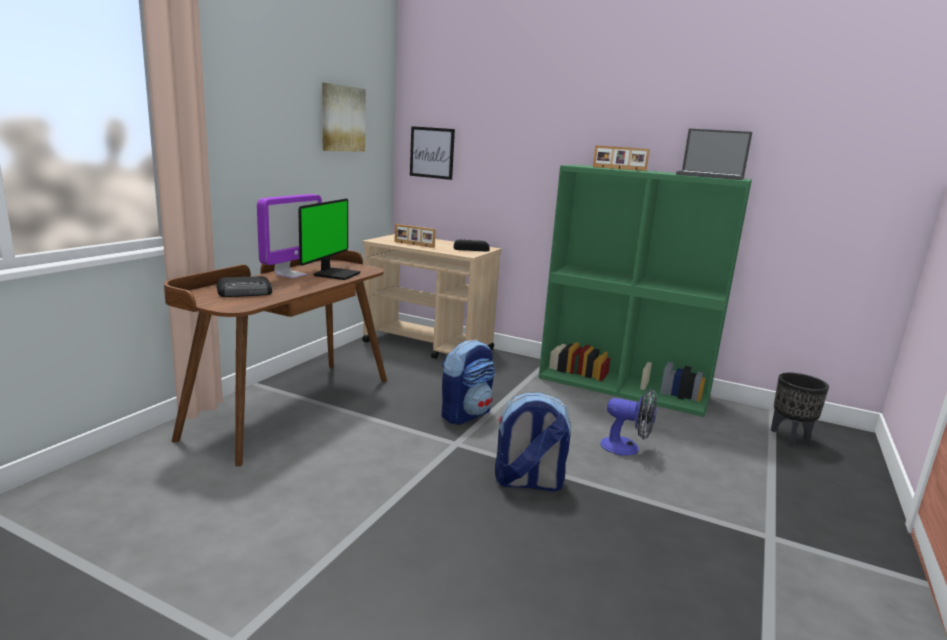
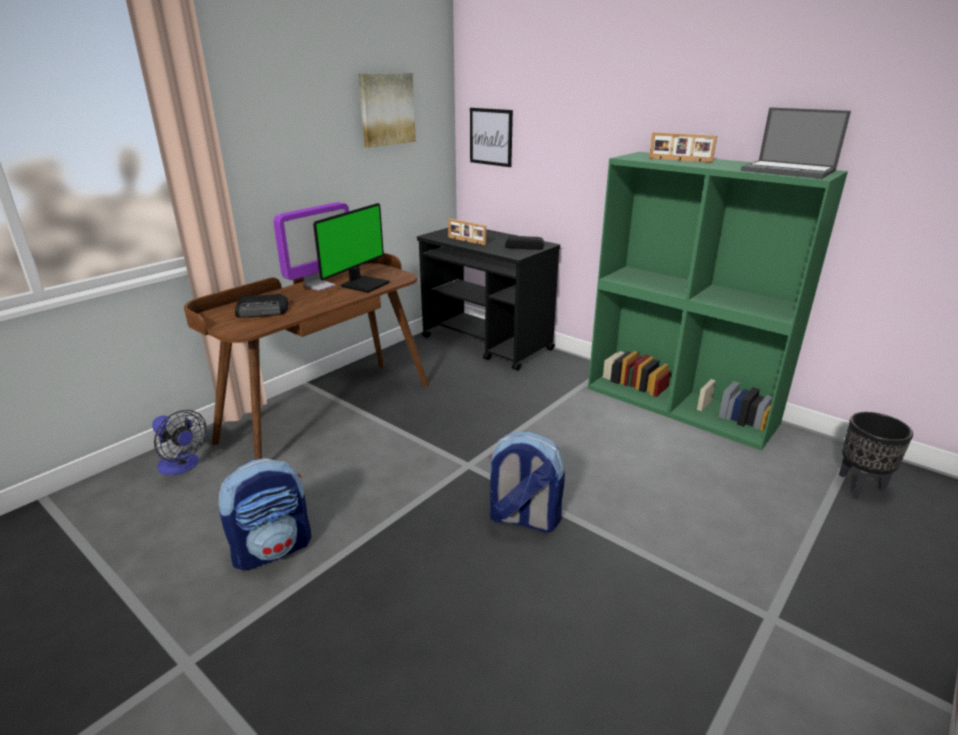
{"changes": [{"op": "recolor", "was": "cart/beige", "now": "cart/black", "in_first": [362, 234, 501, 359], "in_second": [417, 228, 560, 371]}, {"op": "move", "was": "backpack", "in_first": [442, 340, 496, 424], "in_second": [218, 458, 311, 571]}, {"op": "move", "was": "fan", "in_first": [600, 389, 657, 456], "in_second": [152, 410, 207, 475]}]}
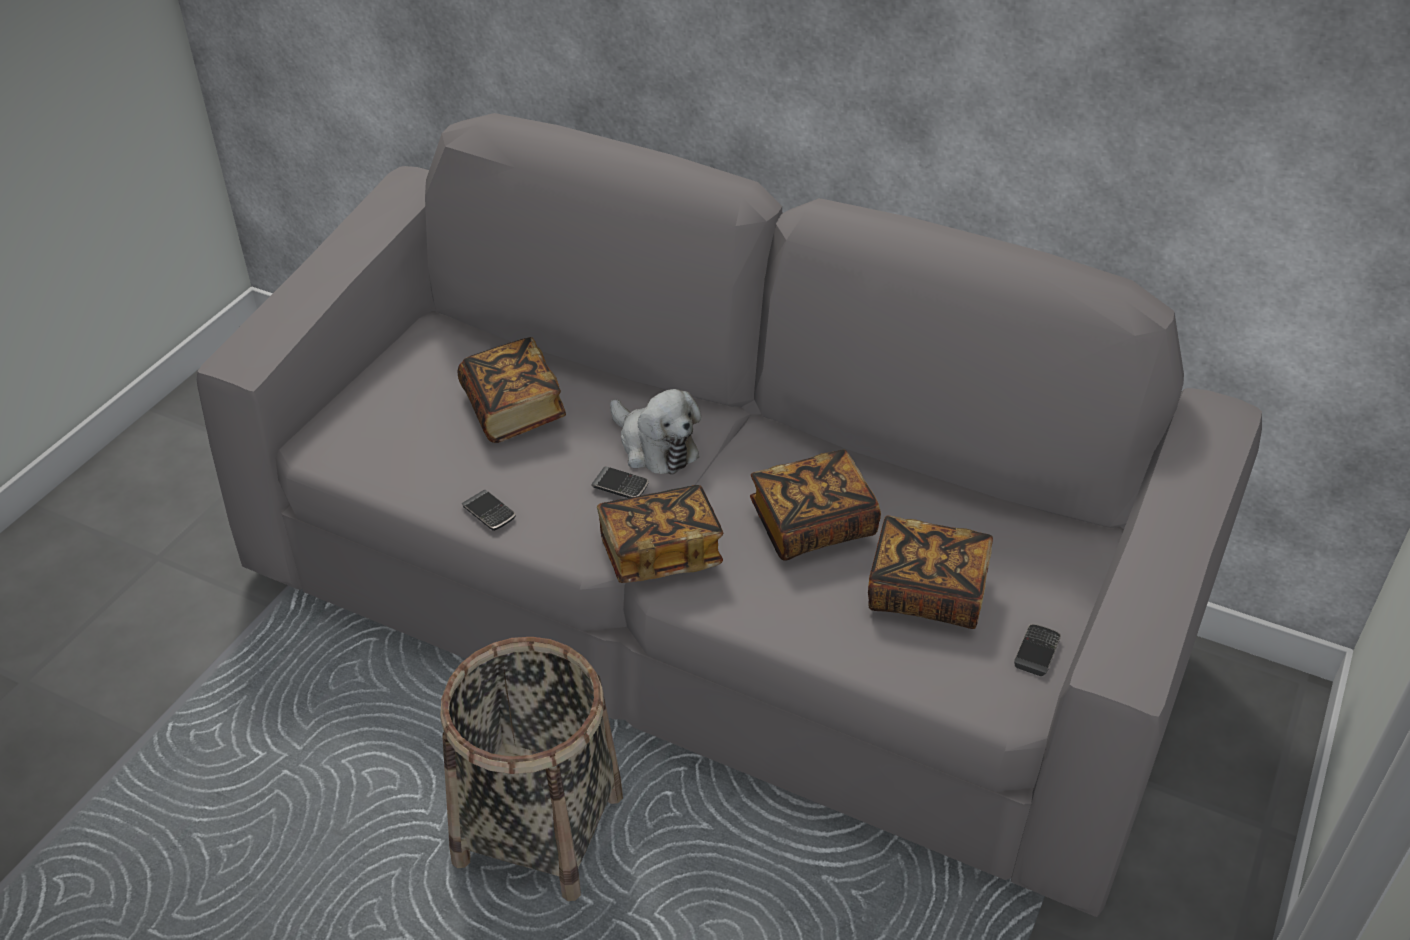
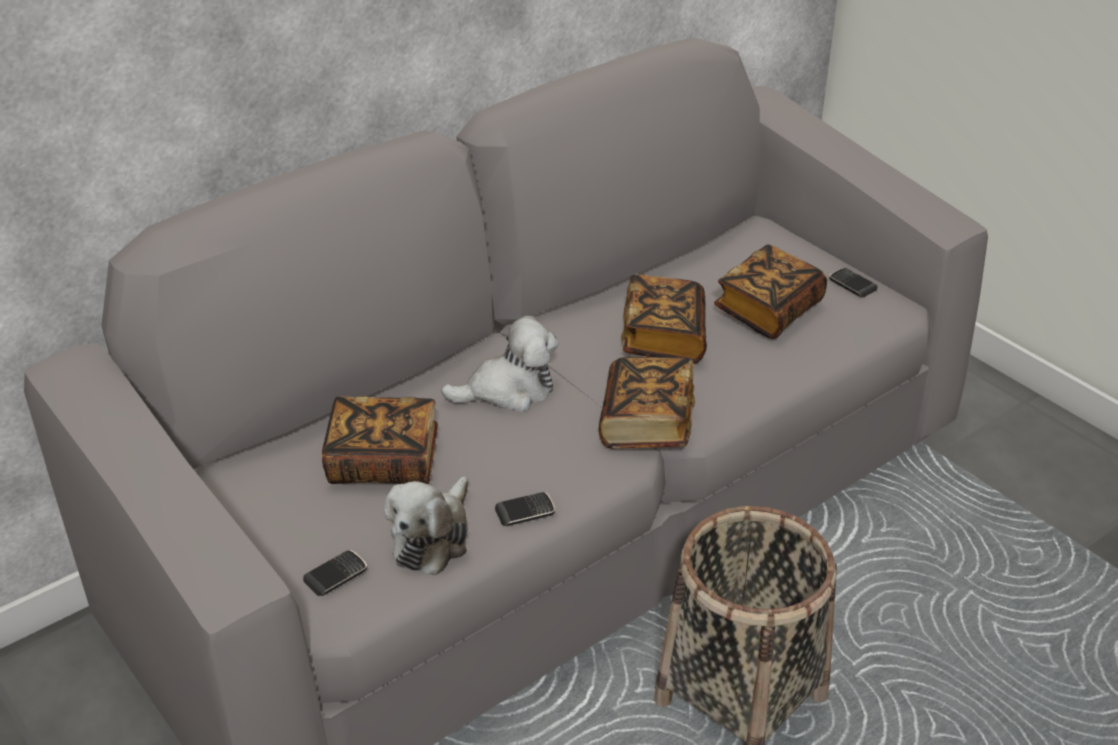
{"changes": [{"op": "move", "was": "phone", "in_first": [591, 466, 649, 498], "in_second": [303, 550, 367, 596]}, {"op": "insert", "now": "plush toy", "in_second": [384, 476, 469, 575]}]}
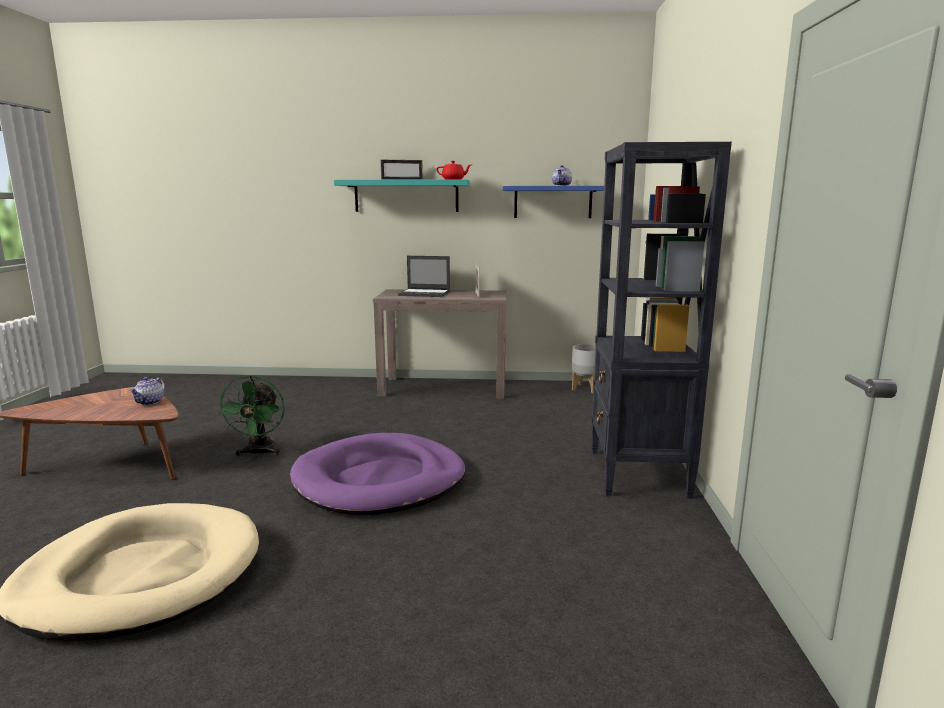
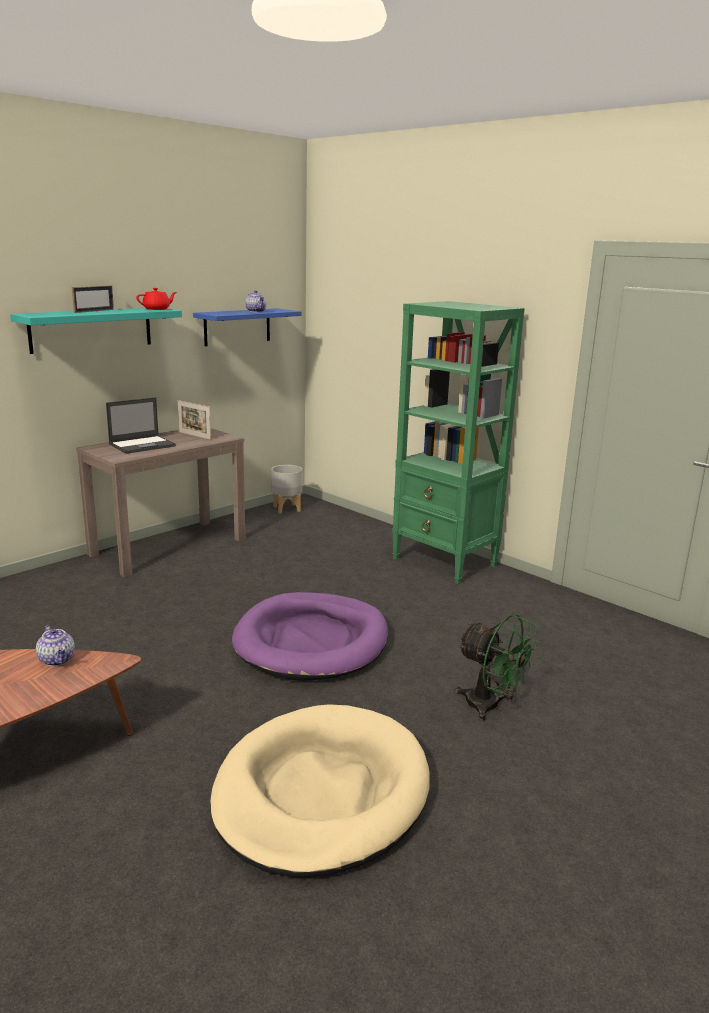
{"changes": [{"op": "recolor", "was": "bookcase/black", "now": "bookcase/green", "in_first": [591, 142, 732, 499], "in_second": [392, 301, 525, 584]}, {"op": "move", "was": "fan/green", "in_first": [216, 375, 285, 457], "in_second": [455, 614, 539, 721]}]}
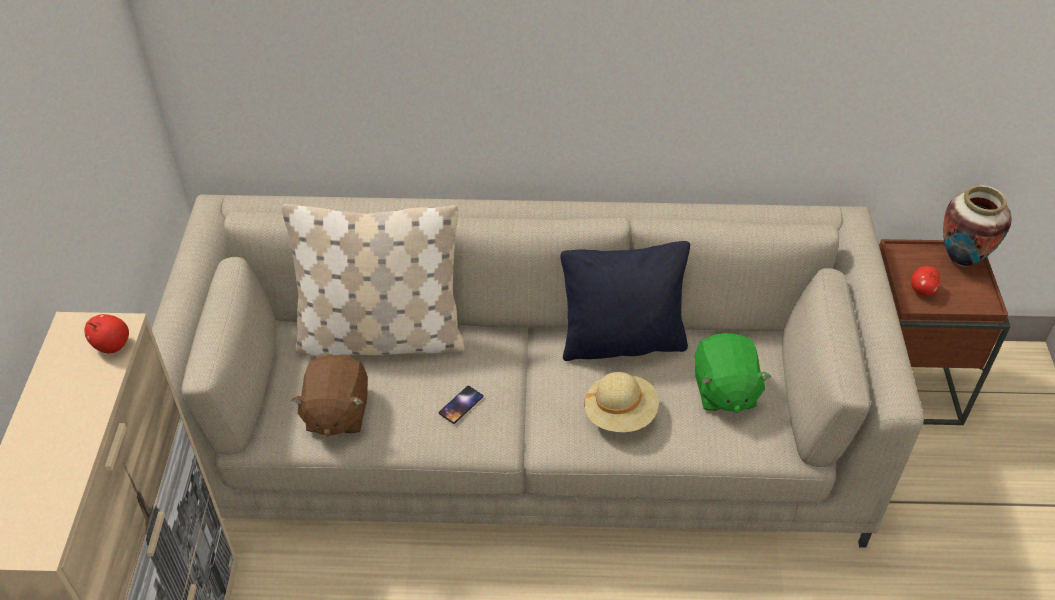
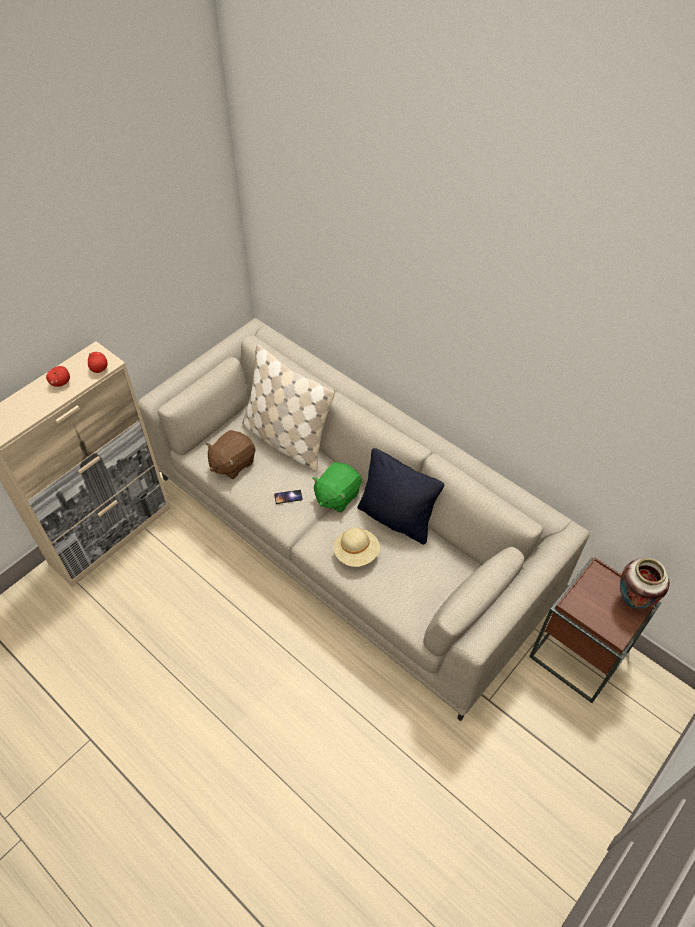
{"changes": [{"op": "move", "was": "apple", "in_first": [911, 266, 940, 296], "in_second": [46, 366, 70, 387]}, {"op": "move", "was": "plush toy/green", "in_first": [695, 333, 771, 413], "in_second": [312, 462, 362, 513]}]}
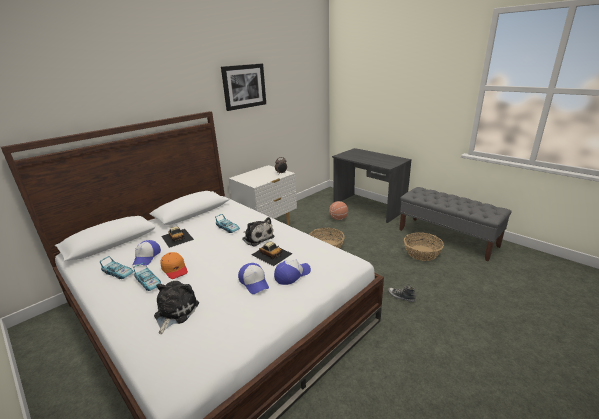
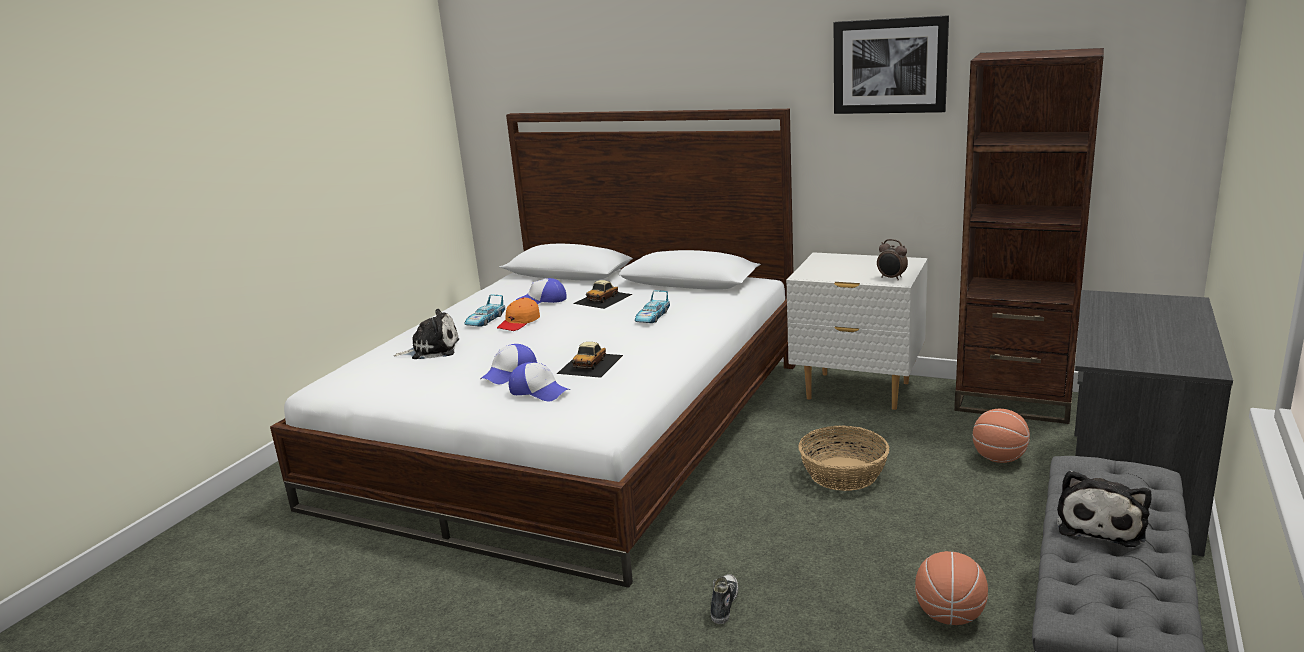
{"changes": [{"op": "move", "was": "plush toy", "in_first": [243, 217, 274, 246], "in_second": [1057, 470, 1152, 547]}, {"op": "replace", "was": "basket", "now": "basketball", "in_first": [404, 232, 444, 261], "in_second": [915, 551, 988, 625]}, {"op": "delete", "was": "toy car", "in_first": [100, 256, 134, 279]}, {"op": "insert", "now": "bookcase/brown", "in_second": [954, 48, 1104, 424]}]}
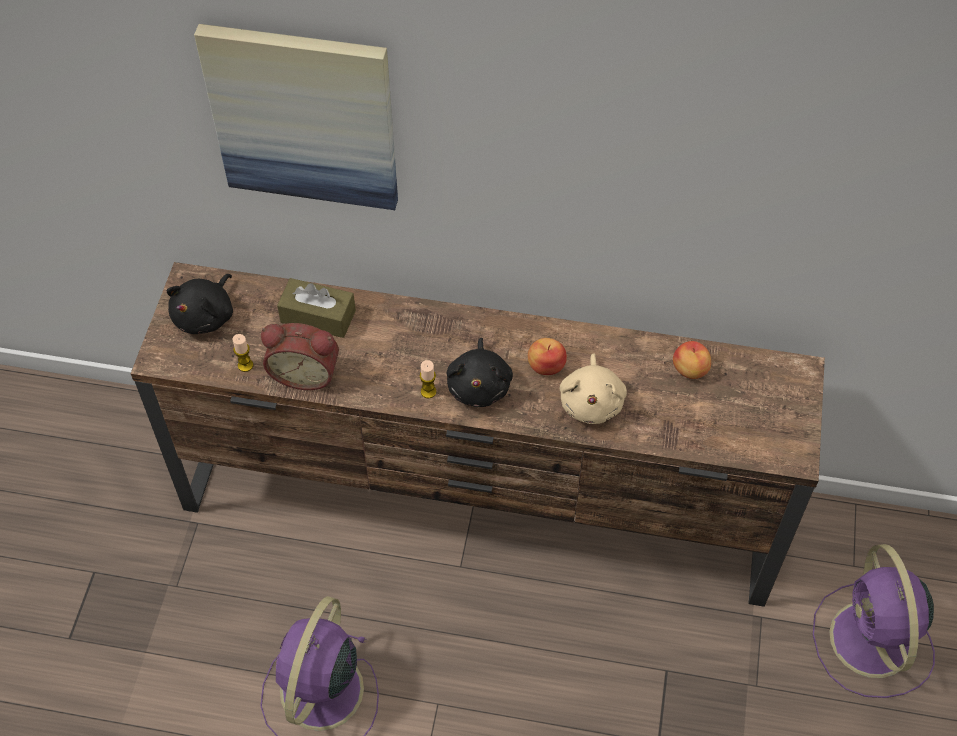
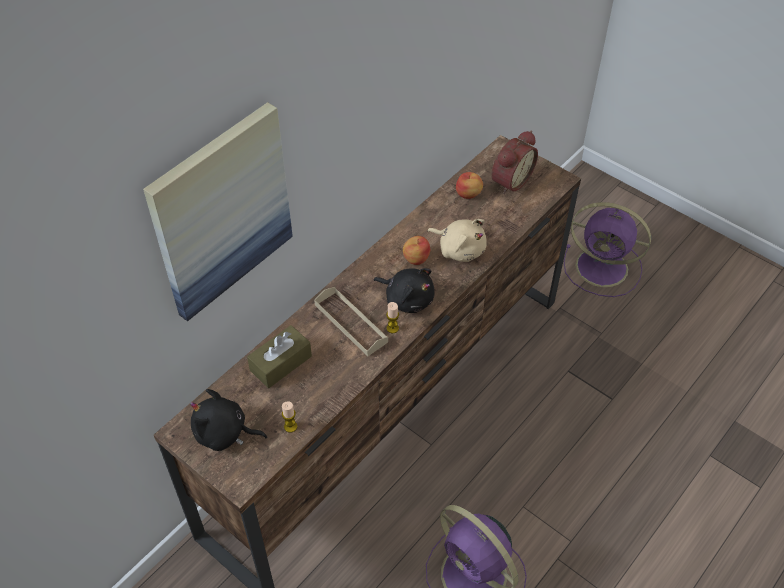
{"changes": [{"op": "rotate", "was": "plush toy/black", "in_first": [167, 274, 233, 334], "in_second": [190, 389, 267, 451], "clockwise": 135}, {"op": "move", "was": "alarm clock", "in_first": [261, 323, 339, 390], "in_second": [491, 131, 538, 194]}, {"op": "insert", "now": "tray/beige", "in_second": [314, 287, 388, 356]}]}
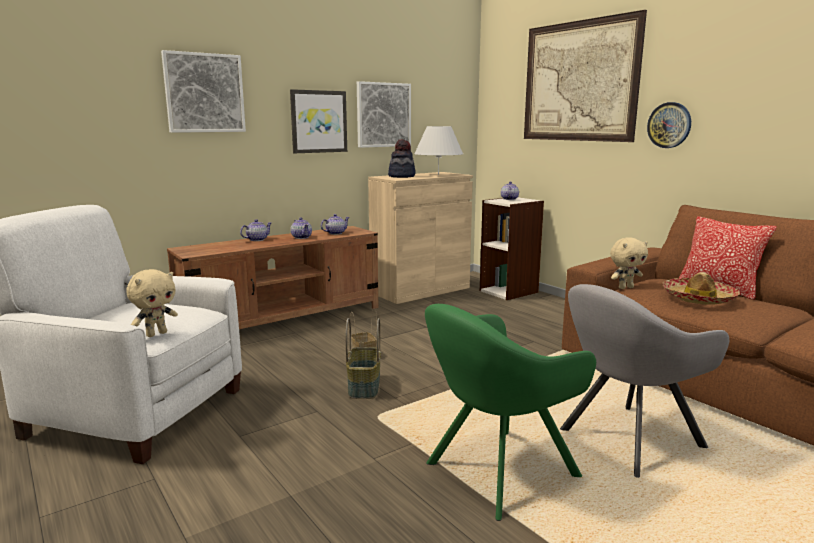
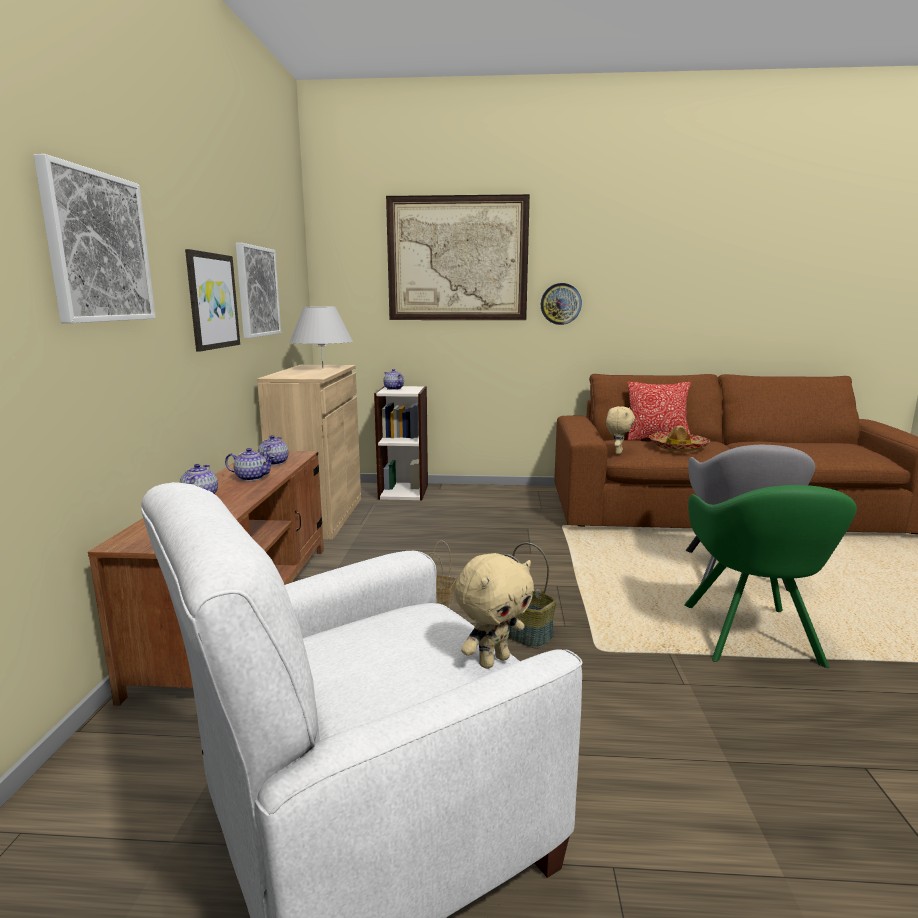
{"changes": [{"op": "delete", "was": "hat", "in_first": [388, 139, 415, 178]}, {"op": "rotate", "was": "plush toy/beige", "in_first": [126, 269, 178, 337], "in_second": [455, 553, 534, 669], "clockwise": 60}]}
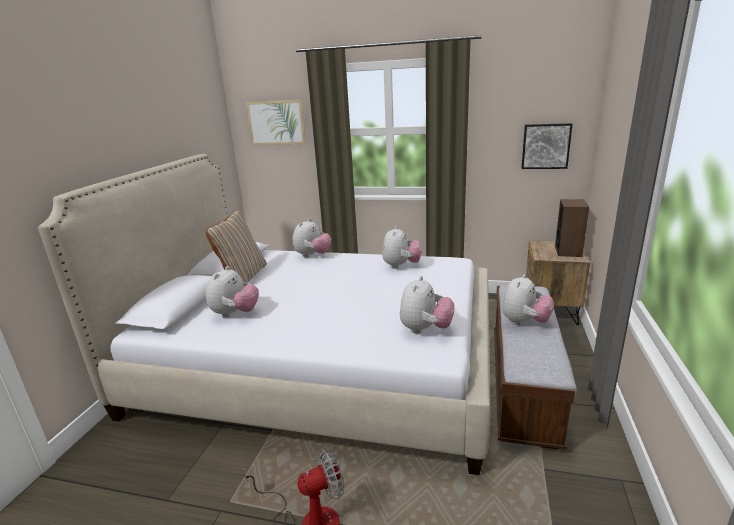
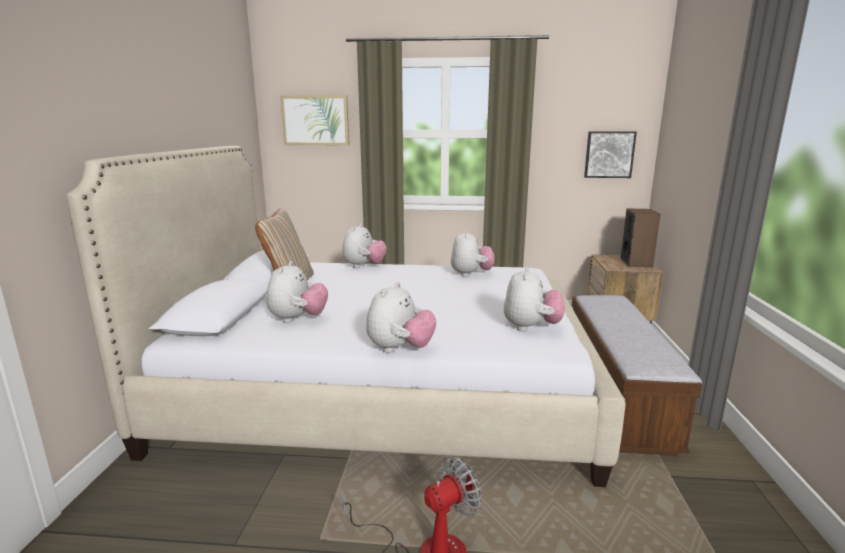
{"changes": [{"op": "move", "was": "plush toy", "in_first": [502, 274, 554, 325], "in_second": [366, 282, 436, 353]}]}
